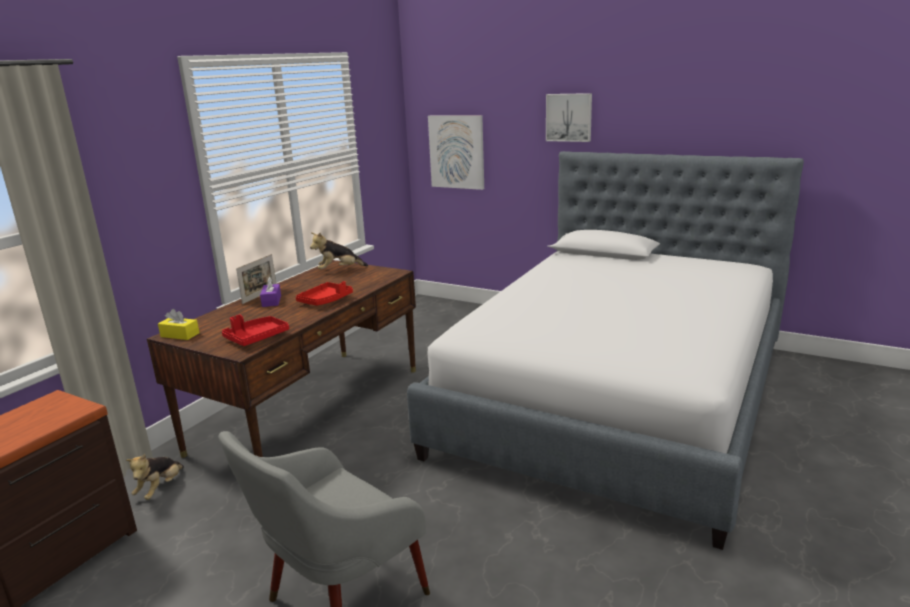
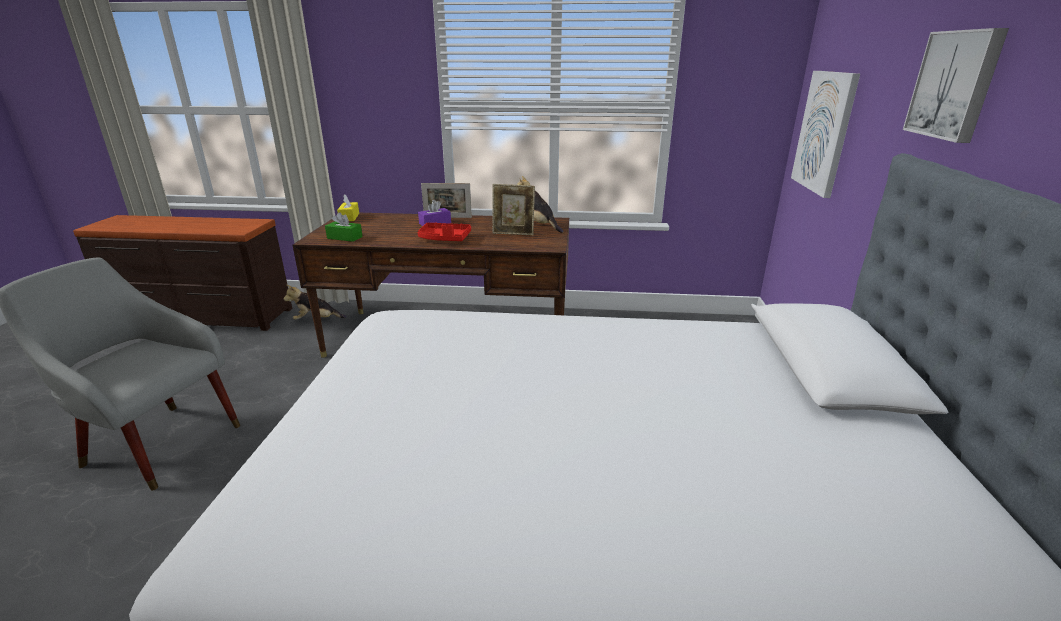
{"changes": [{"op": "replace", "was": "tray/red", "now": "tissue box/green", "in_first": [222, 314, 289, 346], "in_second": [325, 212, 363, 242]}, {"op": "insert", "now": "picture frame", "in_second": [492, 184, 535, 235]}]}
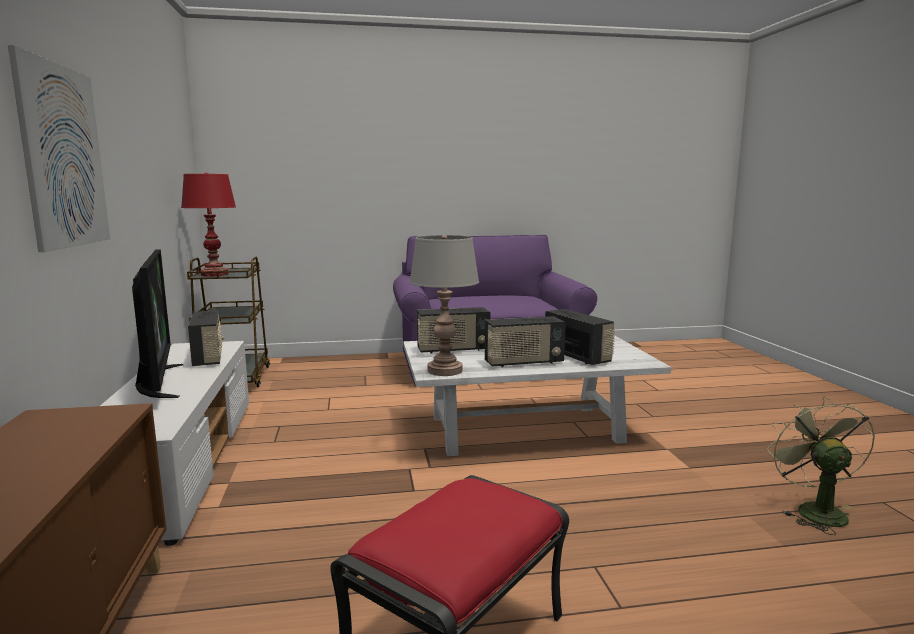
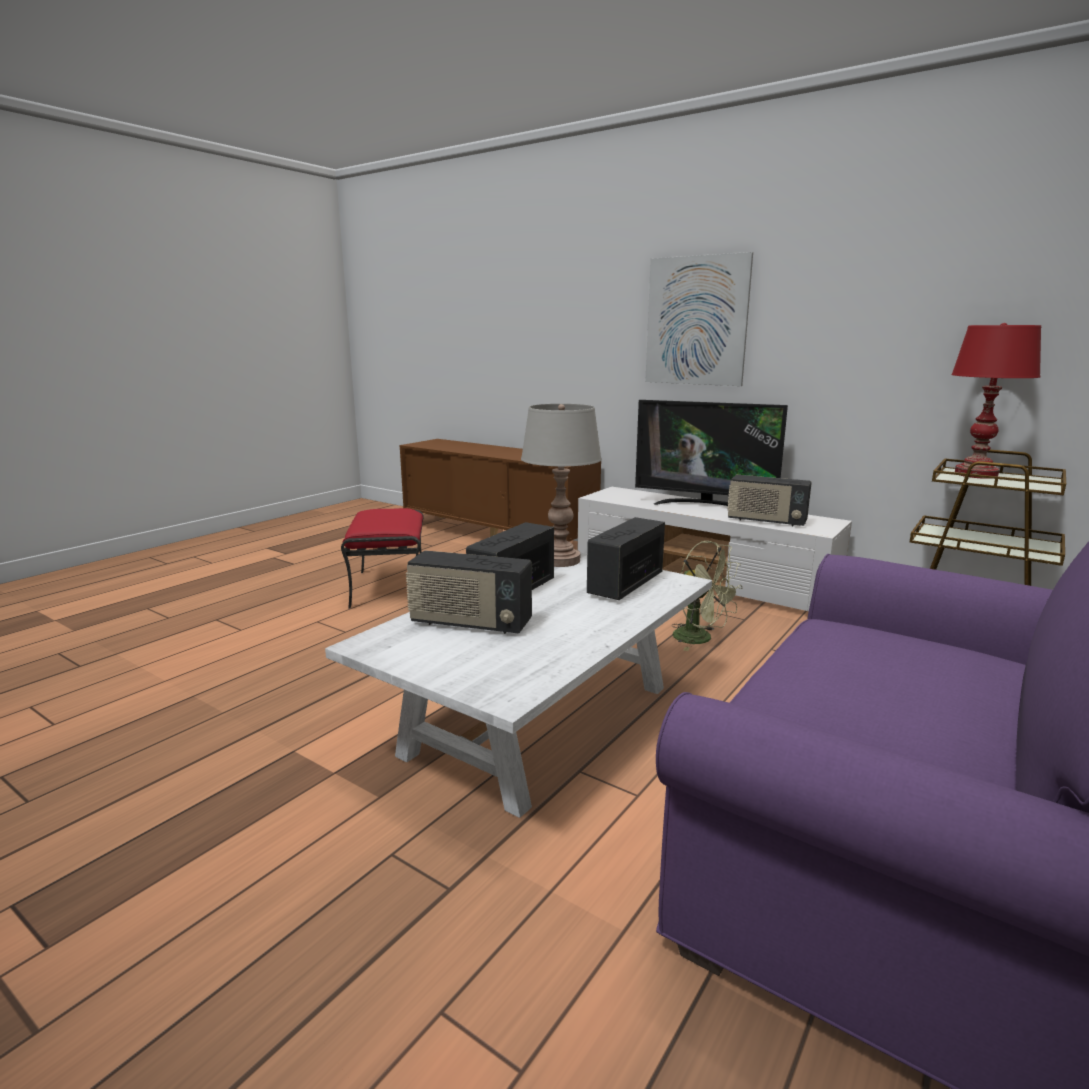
{"changes": [{"op": "move", "was": "fan/green", "in_first": [767, 397, 875, 535], "in_second": [671, 541, 743, 651]}]}
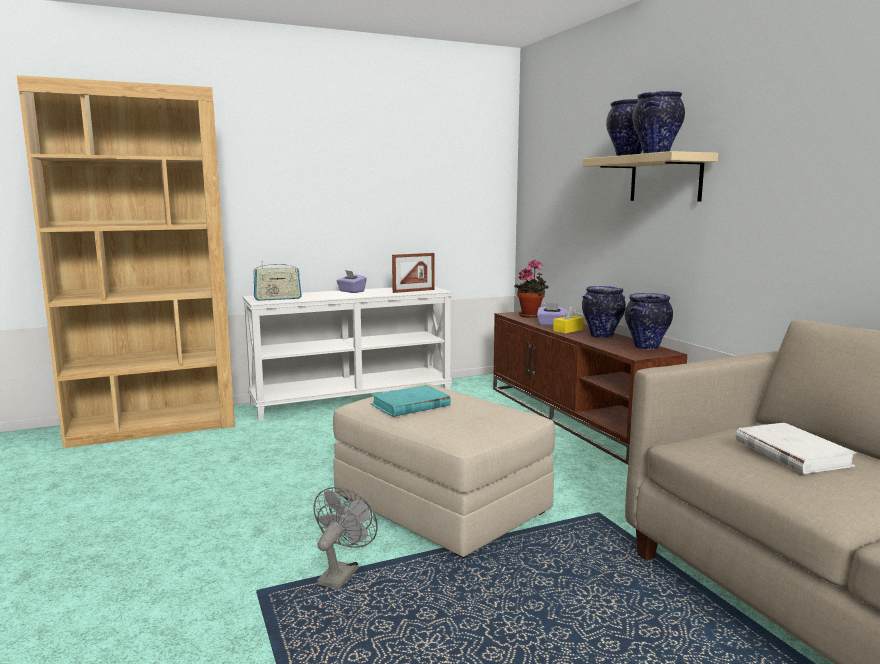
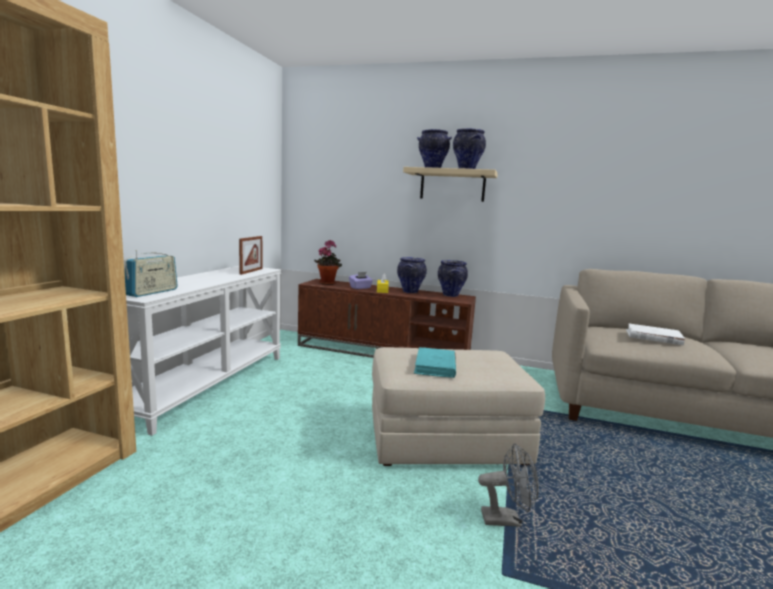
{"changes": [{"op": "delete", "was": "tissue box/purple", "in_first": [337, 270, 366, 293]}, {"op": "rotate", "was": "fan/grey", "in_first": [313, 487, 378, 589], "in_second": [478, 443, 539, 527], "clockwise": 120}]}
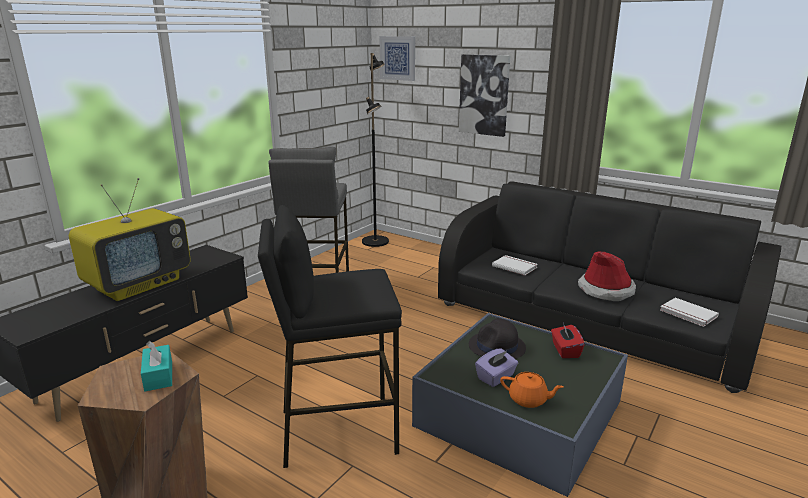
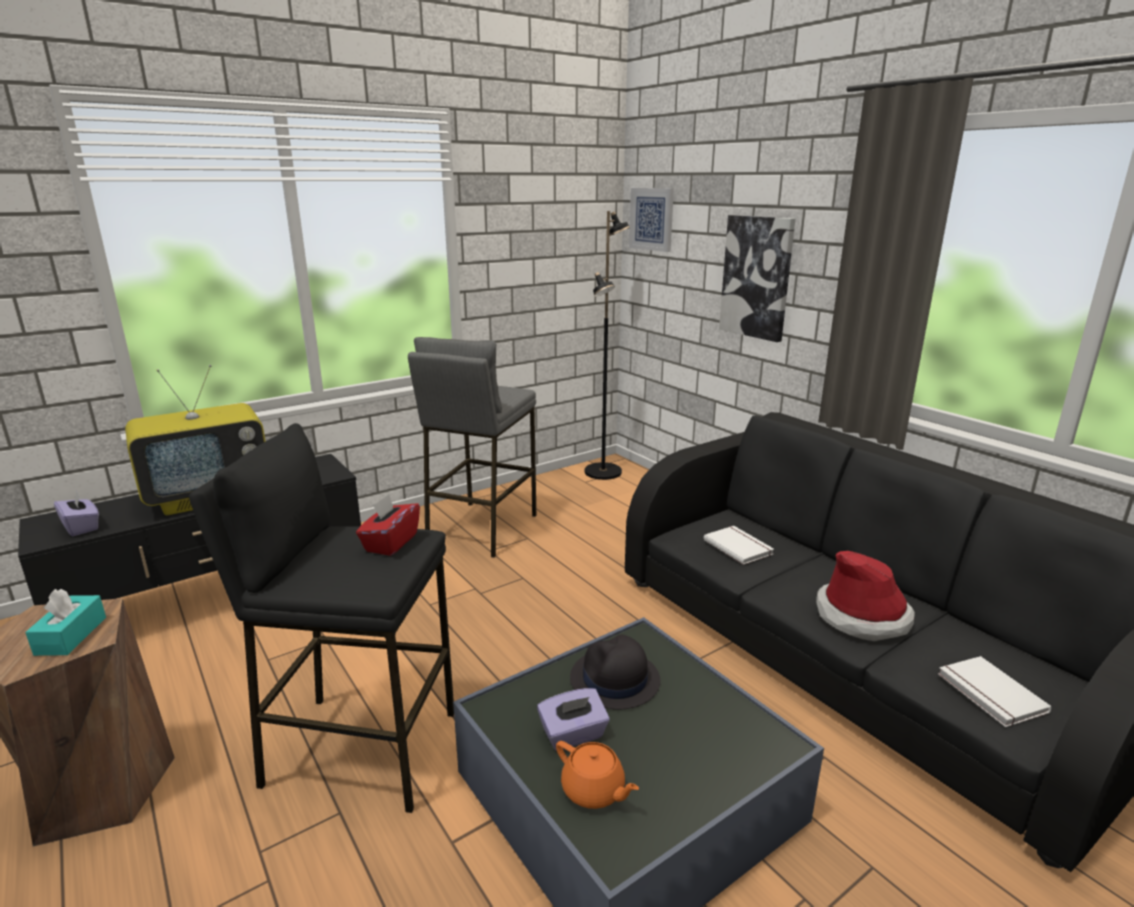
{"changes": [{"op": "move", "was": "tissue box/red", "in_first": [551, 325, 585, 358], "in_second": [356, 494, 420, 556]}, {"op": "insert", "now": "tissue box/purple", "in_second": [54, 491, 99, 536]}]}
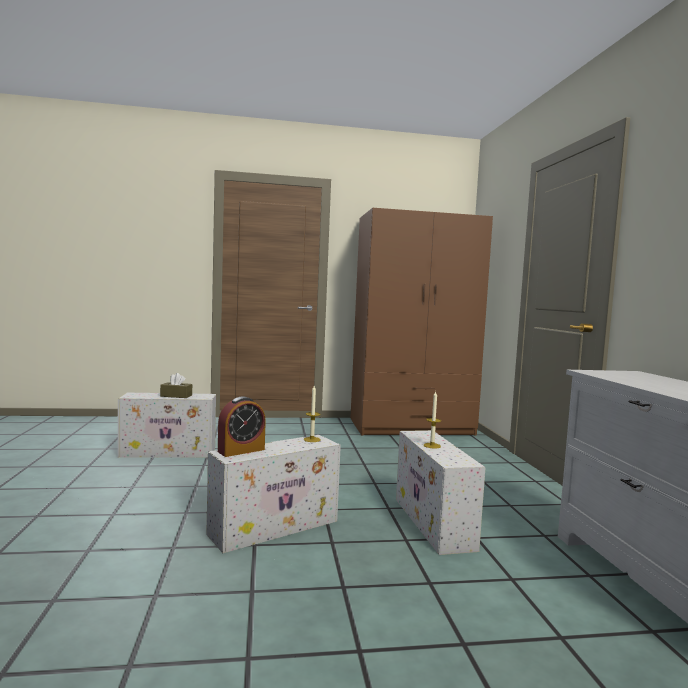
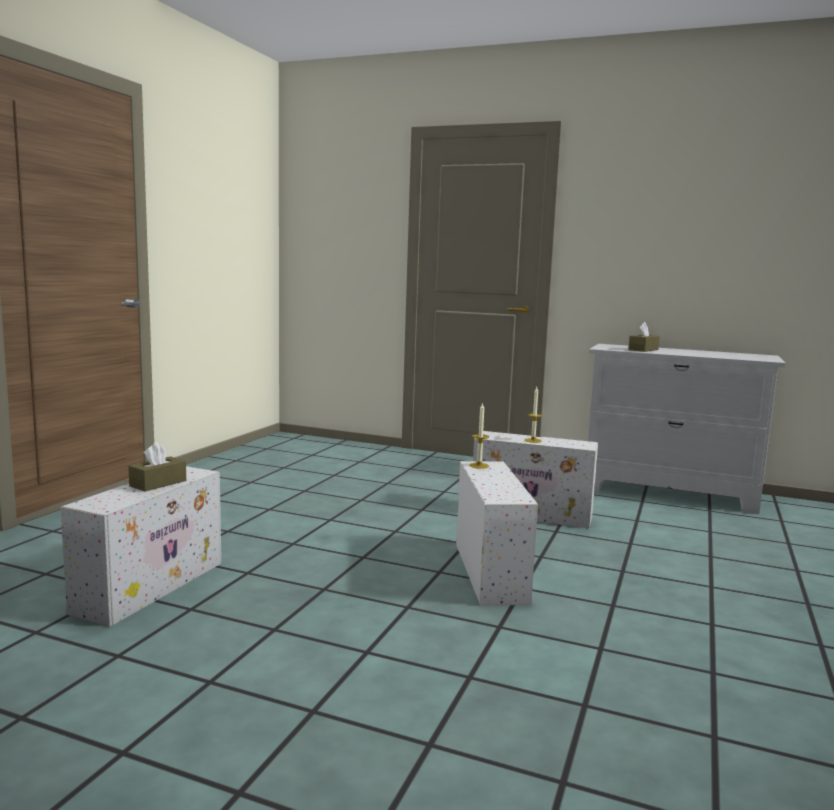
{"changes": [{"op": "delete", "was": "wardrobe/brown", "in_first": [350, 208, 493, 436]}, {"op": "delete", "was": "alarm clock", "in_first": [218, 396, 266, 457]}, {"op": "insert", "now": "tissue box/brown", "in_second": [628, 322, 660, 352]}]}
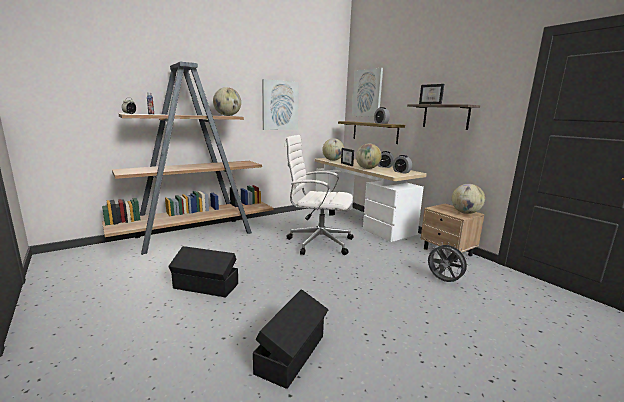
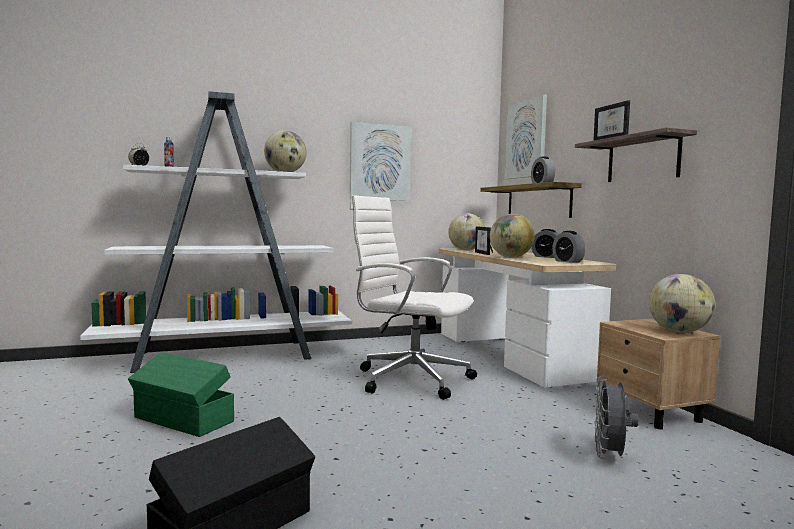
{"changes": [{"op": "recolor", "was": "bookcase/brown", "now": "bookcase/white", "in_first": [102, 62, 274, 255], "in_second": [80, 91, 352, 373]}, {"op": "rotate", "was": "fan/grey", "in_first": [428, 242, 470, 282], "in_second": [594, 376, 639, 459], "clockwise": -135}, {"op": "recolor", "was": "storage box/black", "now": "storage box/green", "in_first": [168, 246, 238, 297], "in_second": [128, 352, 234, 437]}]}
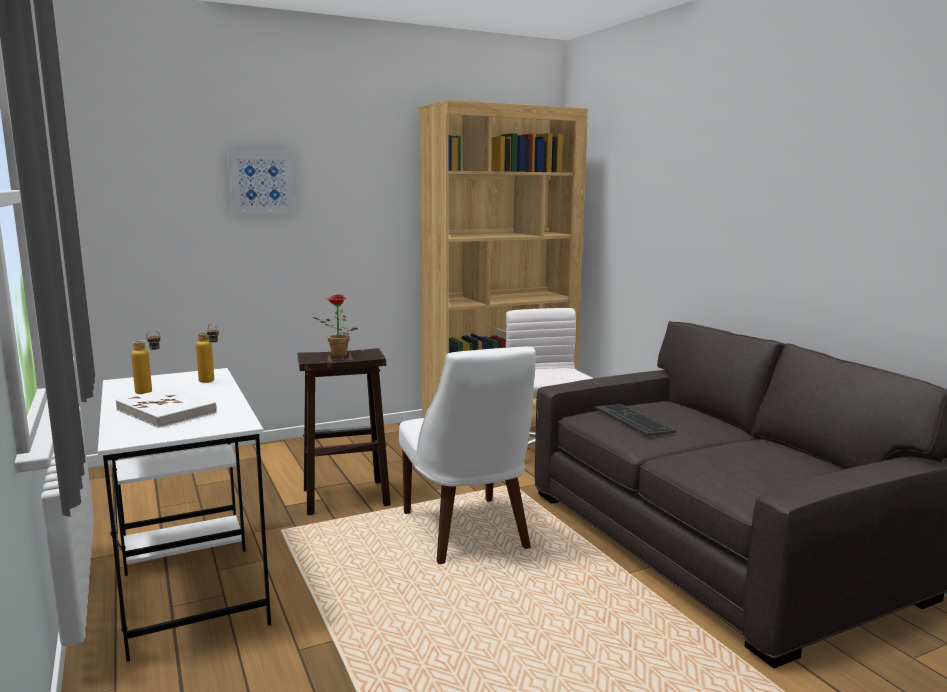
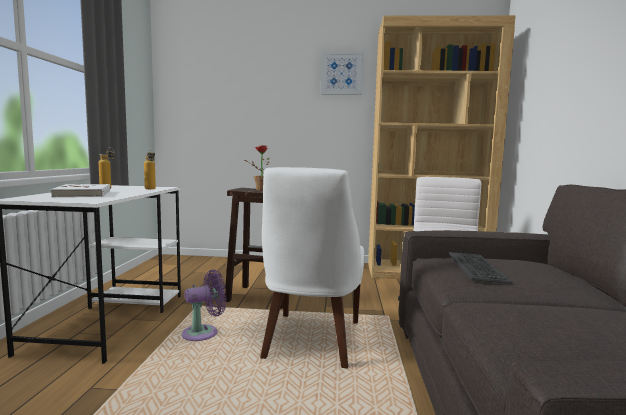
{"changes": [{"op": "move", "was": "picture", "in_first": [227, 149, 296, 215], "in_second": [321, 52, 363, 95]}, {"op": "insert", "now": "fan/purple", "in_second": [182, 269, 227, 341]}]}
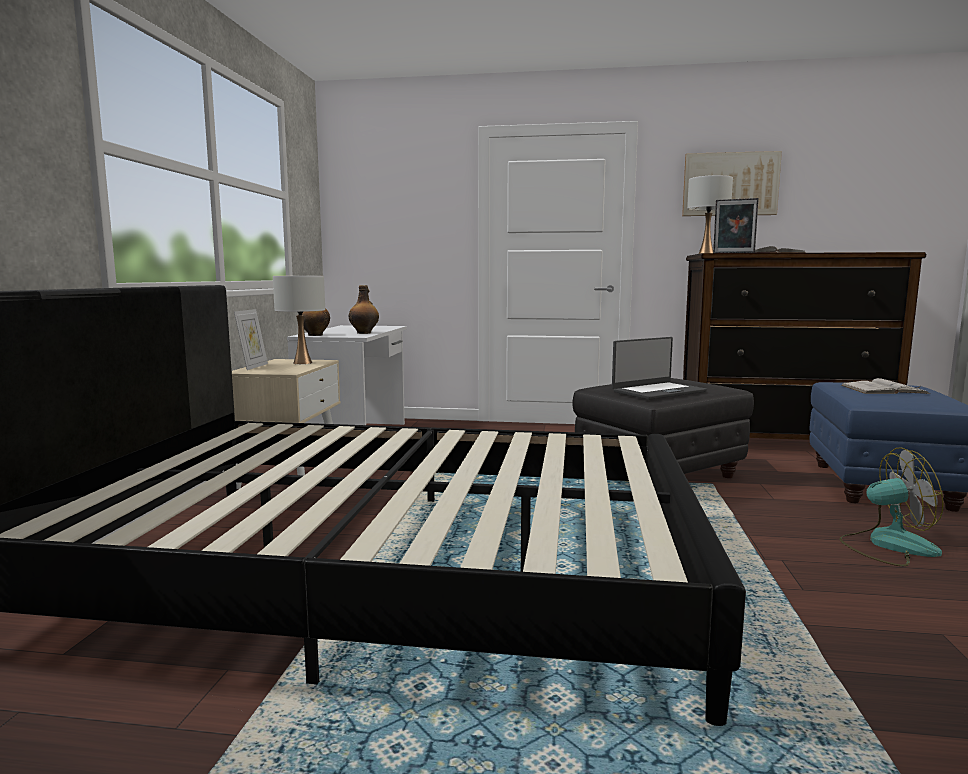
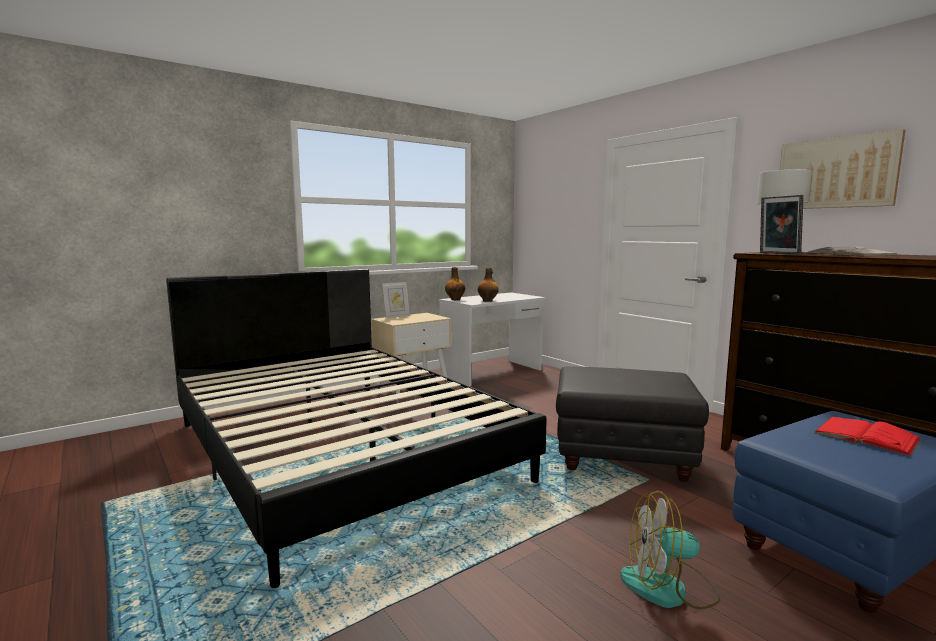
{"changes": [{"op": "delete", "was": "table lamp/white", "in_first": [273, 276, 325, 364]}, {"op": "delete", "was": "laptop", "in_first": [612, 337, 707, 400]}, {"op": "recolor", "was": "book/white", "now": "book/red", "in_first": [841, 378, 930, 394], "in_second": [813, 417, 921, 457]}, {"op": "rotate", "was": "fan", "in_first": [839, 447, 944, 566], "in_second": [620, 491, 720, 610], "clockwise": 135}]}
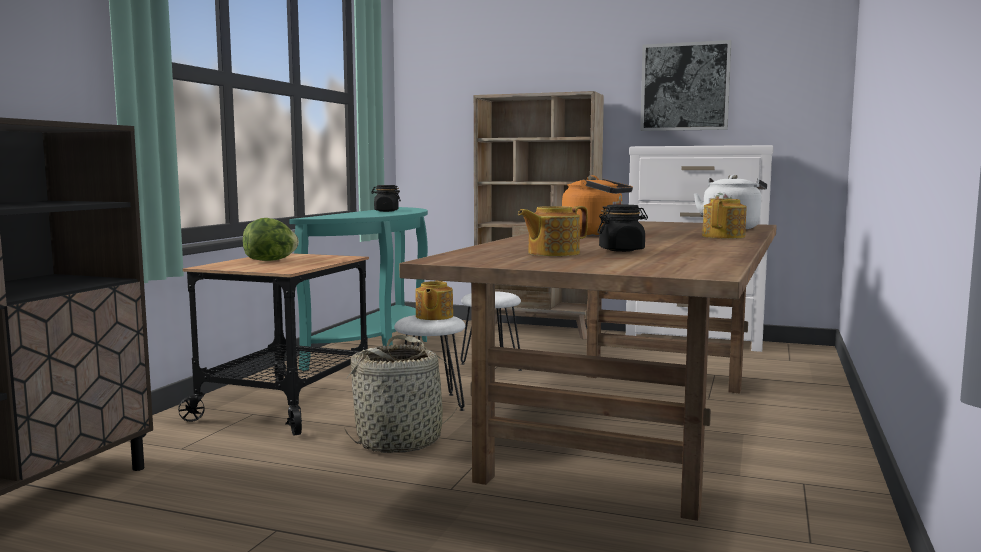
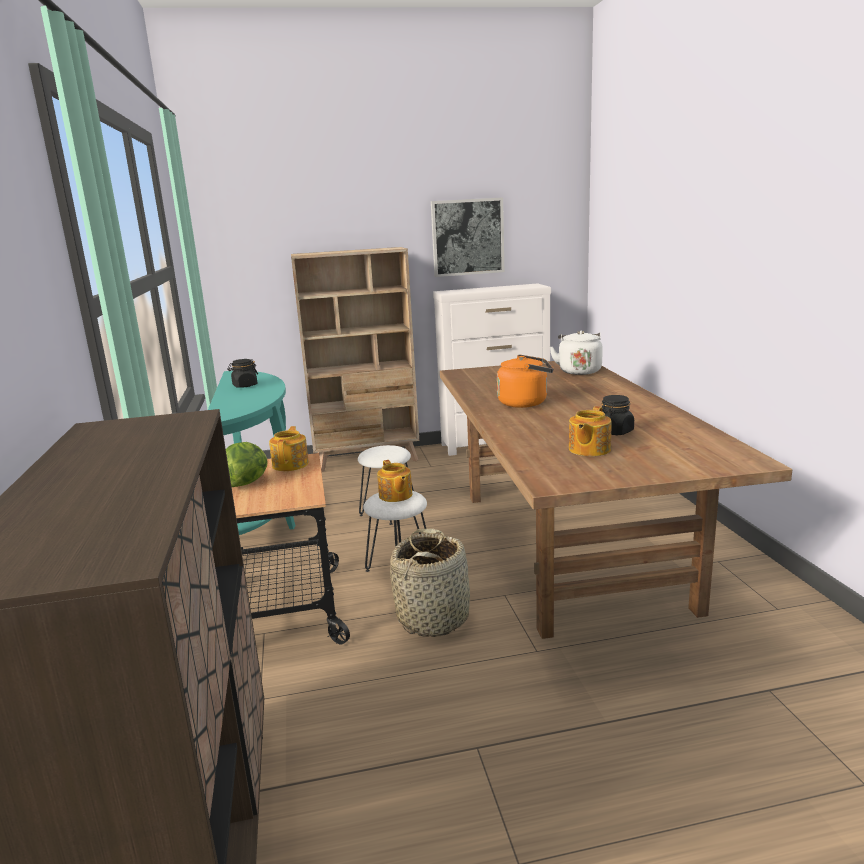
{"changes": [{"op": "move", "was": "teapot", "in_first": [702, 199, 746, 239], "in_second": [269, 426, 309, 471]}]}
